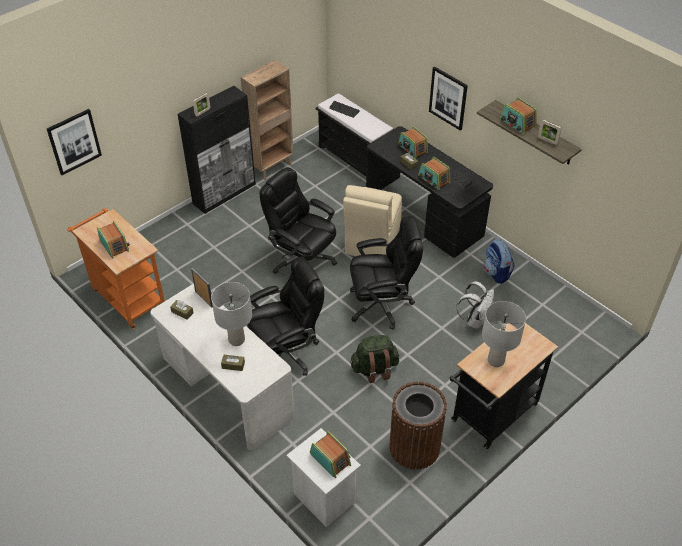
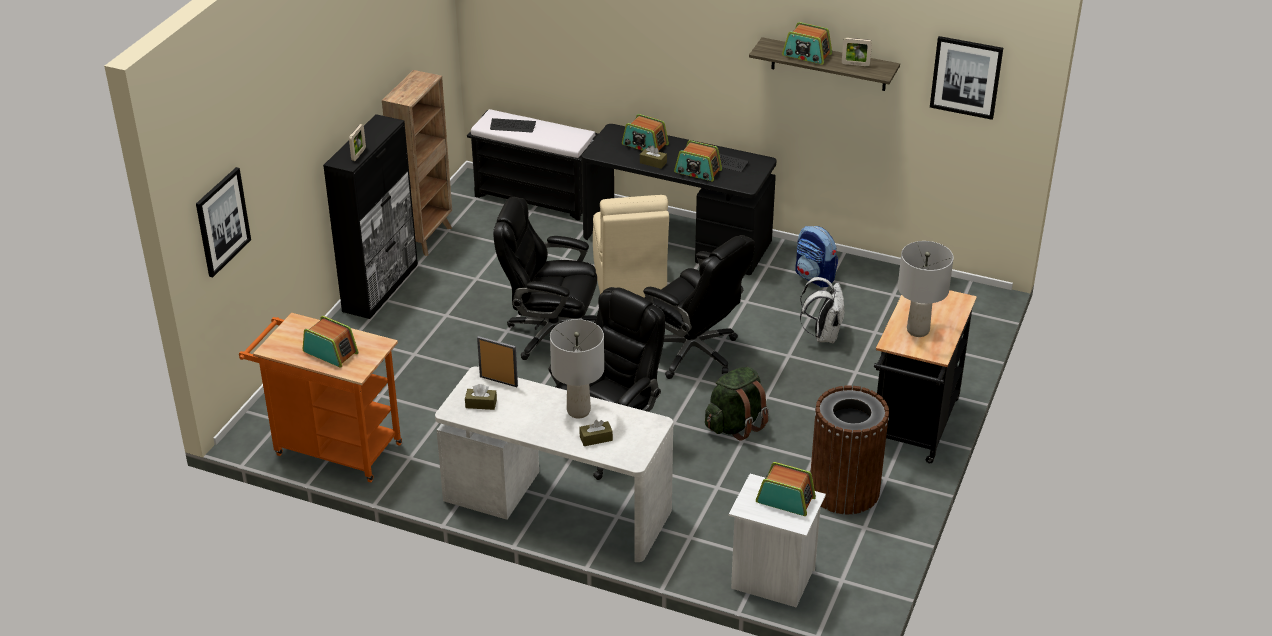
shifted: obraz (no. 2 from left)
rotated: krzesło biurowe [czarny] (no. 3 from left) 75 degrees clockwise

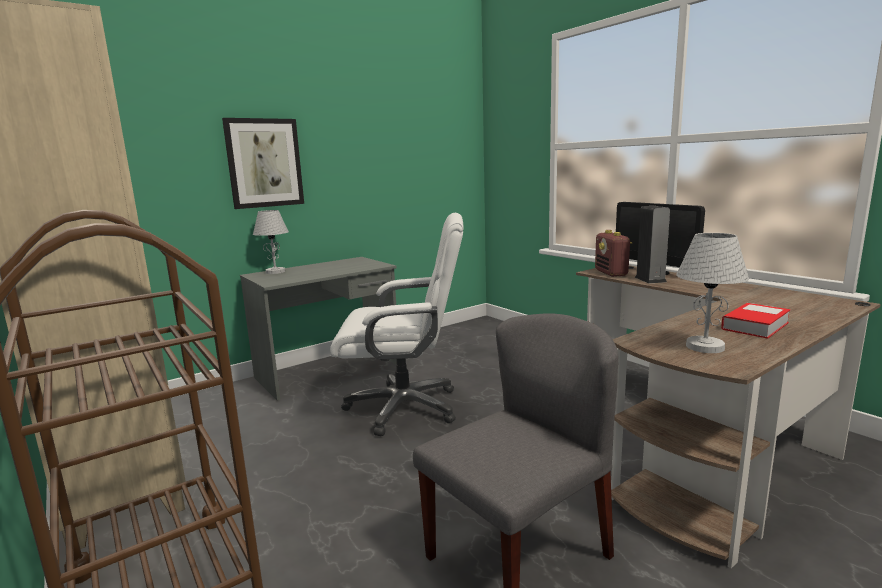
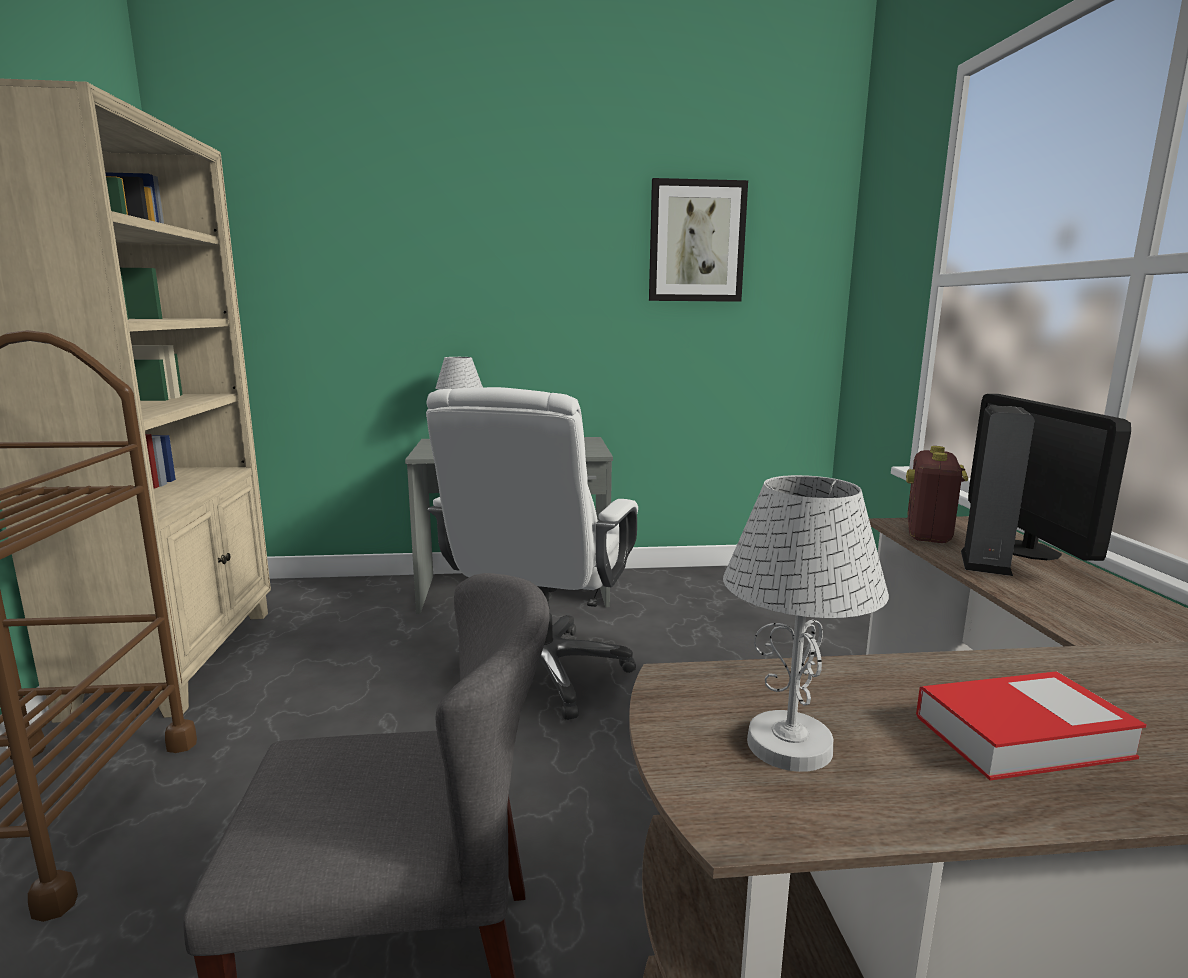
shifted: obraz
rotated: krzesło biurowe [biały] 75 degrees clockwise

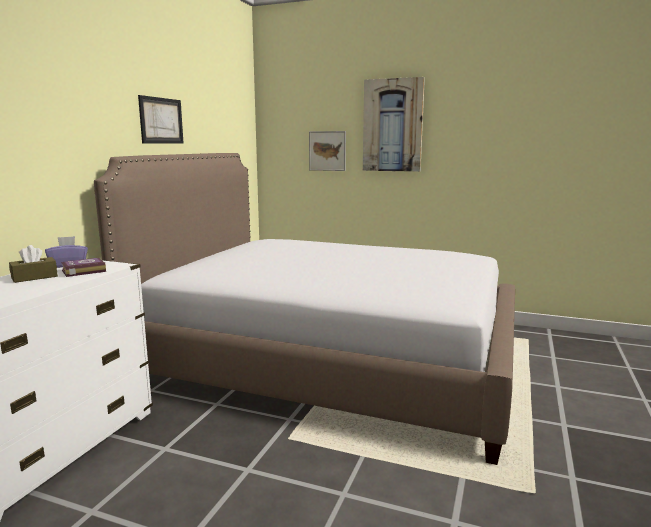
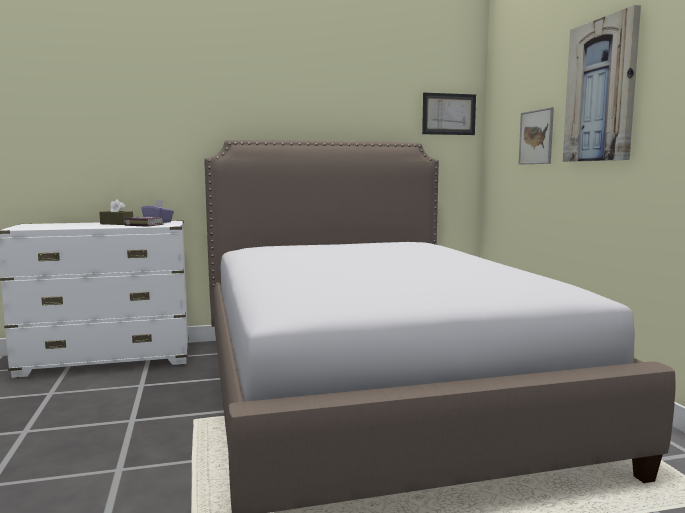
shifted: obraz (no. 1 from left)

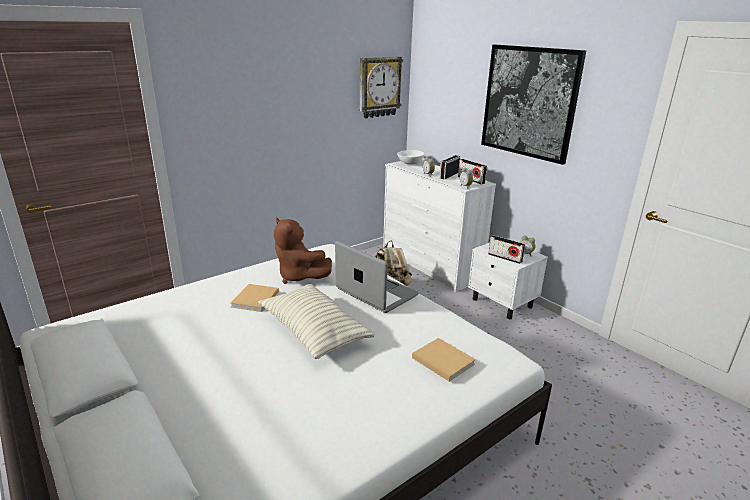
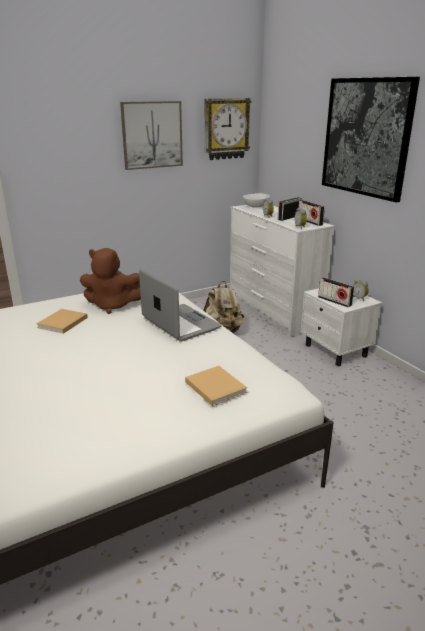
gone: poduszka
new: obraz (no. 1 from left)
rotated: pluszak [brązowy] 45 degrees counterclockwise

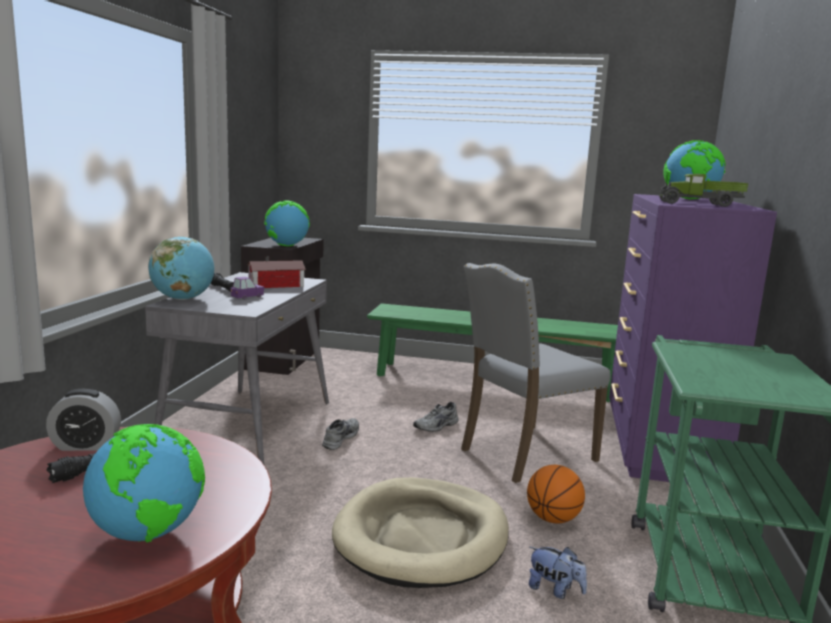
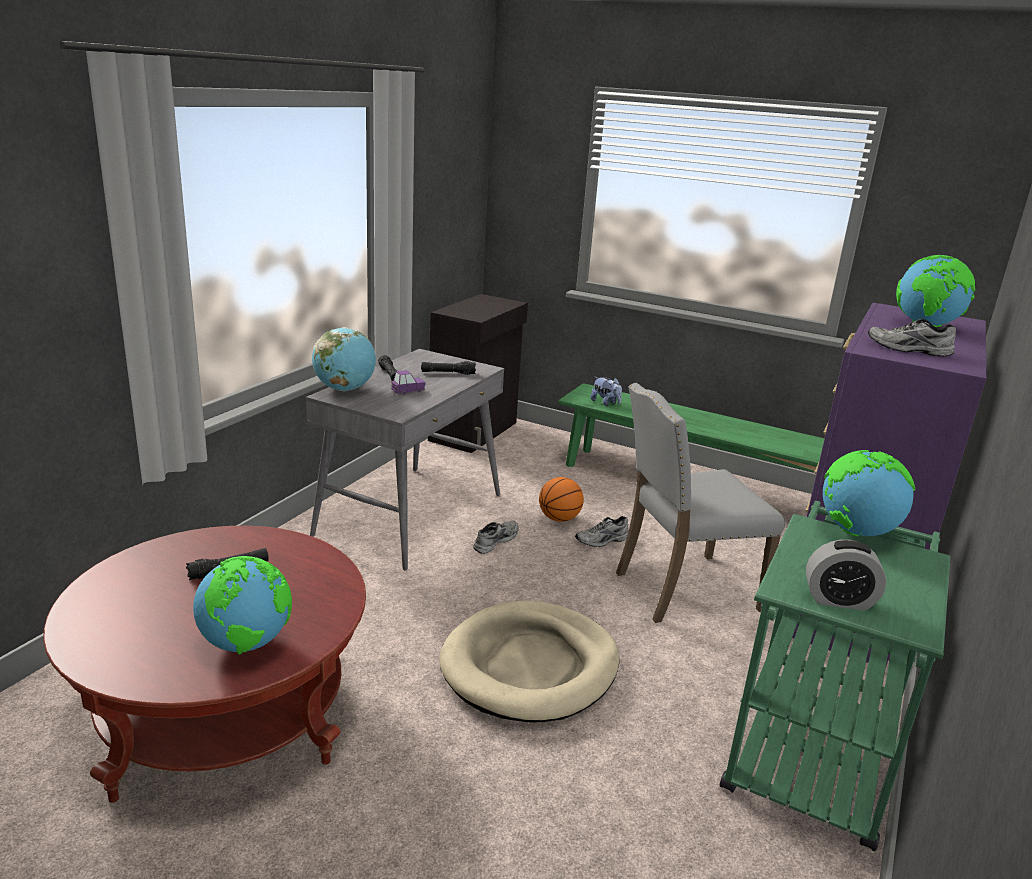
shifted: piłka do koszykówki; pluszak; budzik; globus (no. 3 from left)
swapped: domek to latarka [czarny] (no. 3 from left); ciężarówka zabawkowa to but [szary] (no. 3 from left)

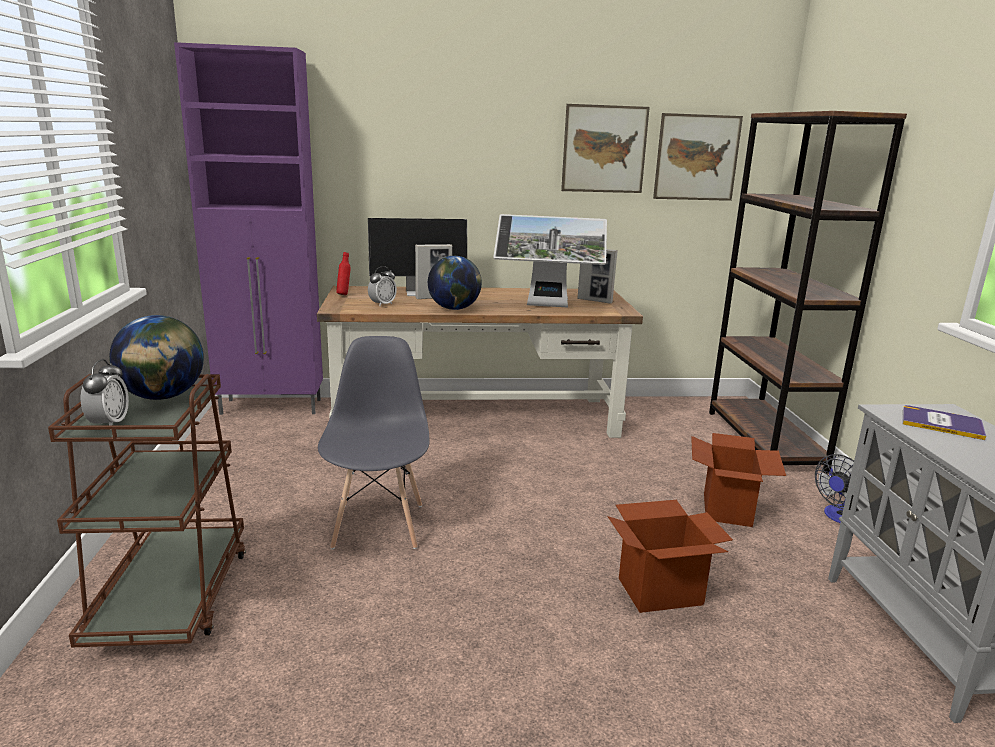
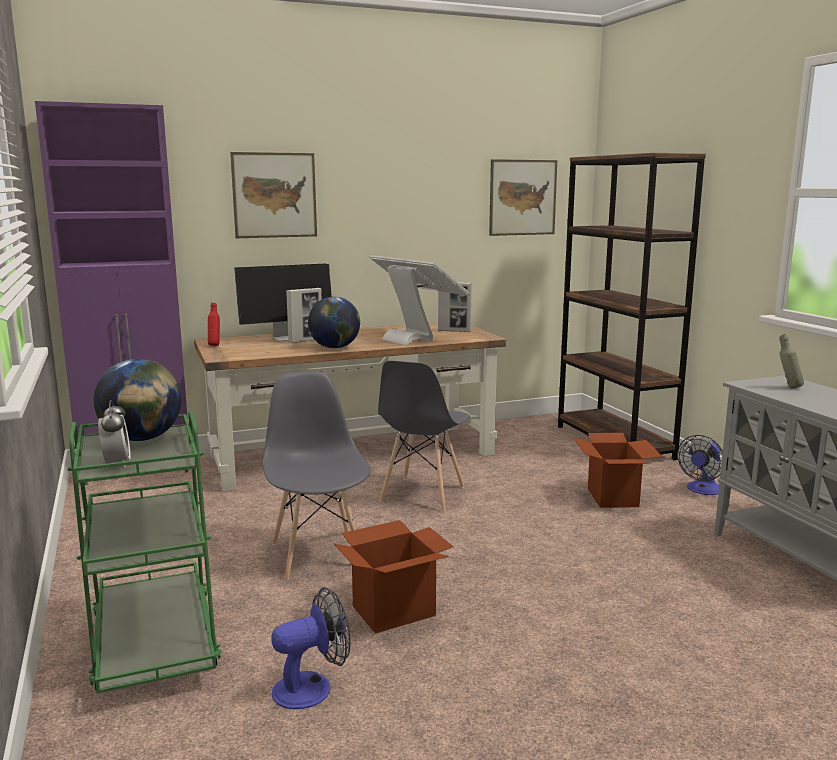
gone: budzik (no. 2 from left)
new: wentylator (no. 1 from left); krzesło [szary] (no. 2 from left)
shifted: obraz (no. 1 from left); karton (no. 1 from left)
swapped: książka to butelka [szary]
repainted: wózek [brązowy] to wózek [zielony]
rotated: monitor (no. 2 from left) 120 degrees counterclockwise

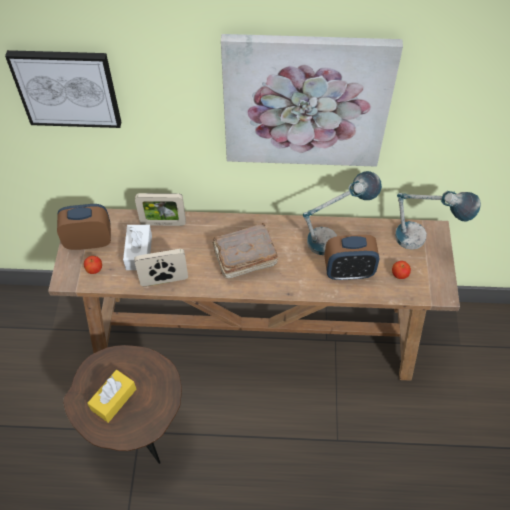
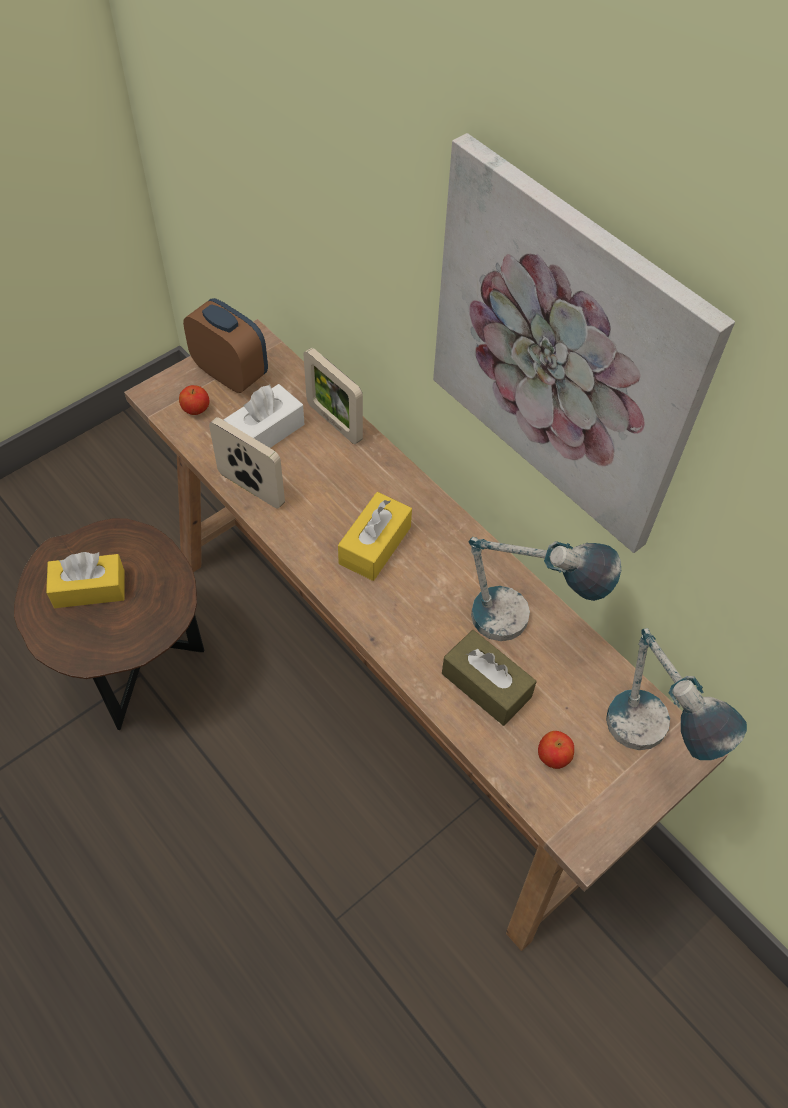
gone: obraz (no. 1 from left)
swapped: książka [brązowy] to pudełko chusteczek [żółty] (no. 2 from left); budzik (no. 2 from left) to pudełko chusteczek [brązowy]

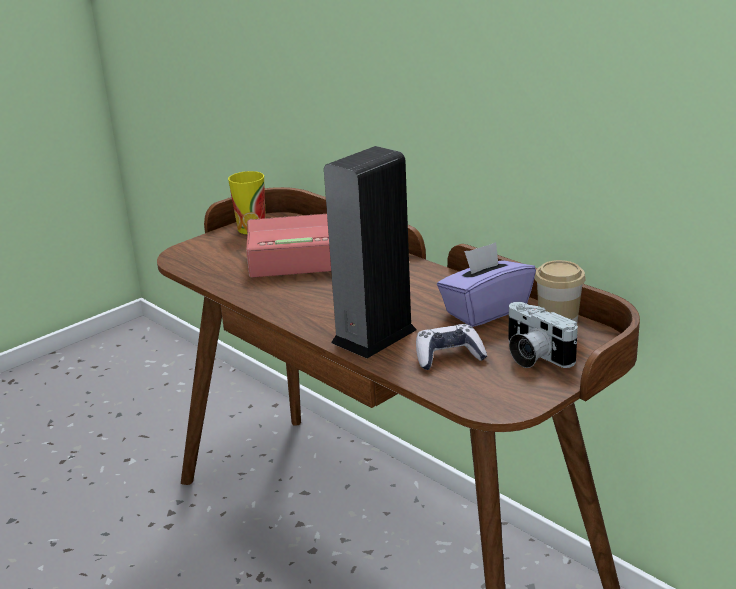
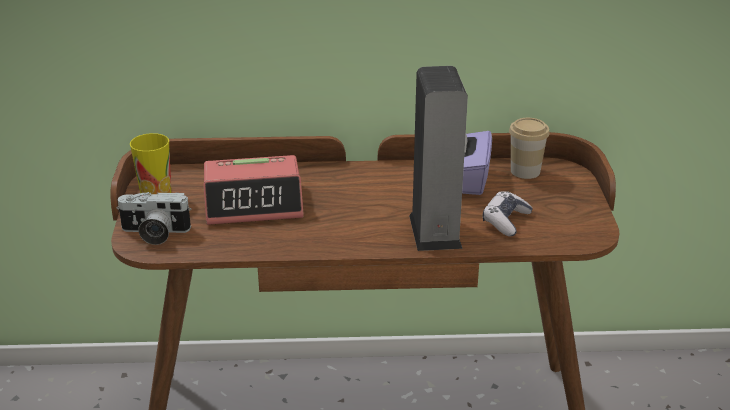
shifted: aparat fotograficzny
rotated: budzik 135 degrees counterclockwise

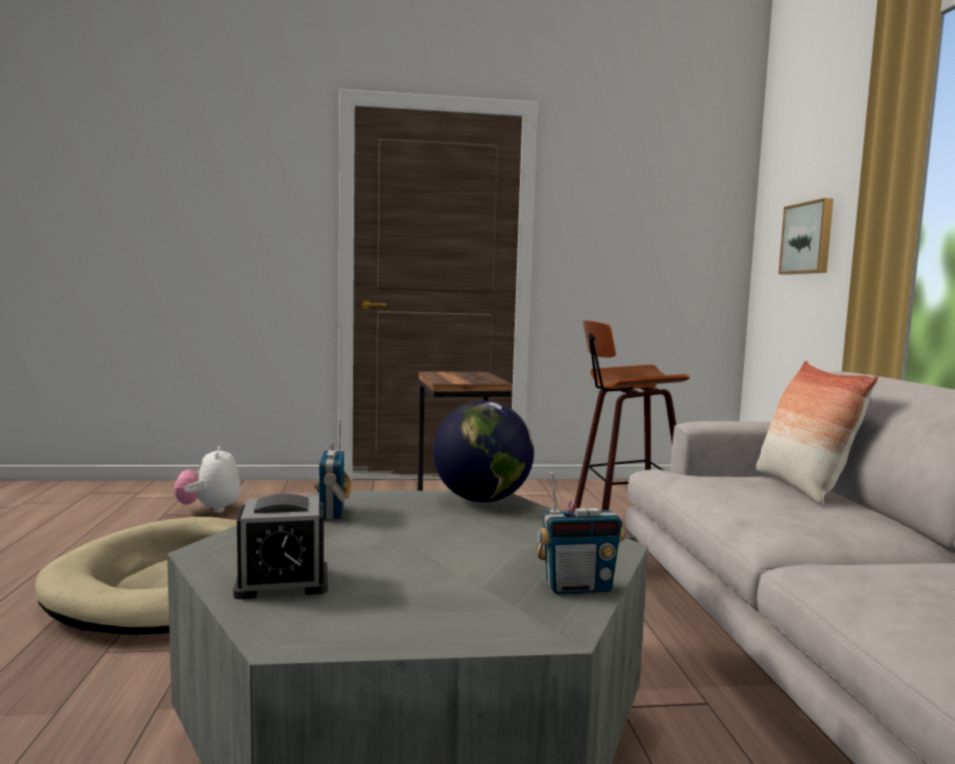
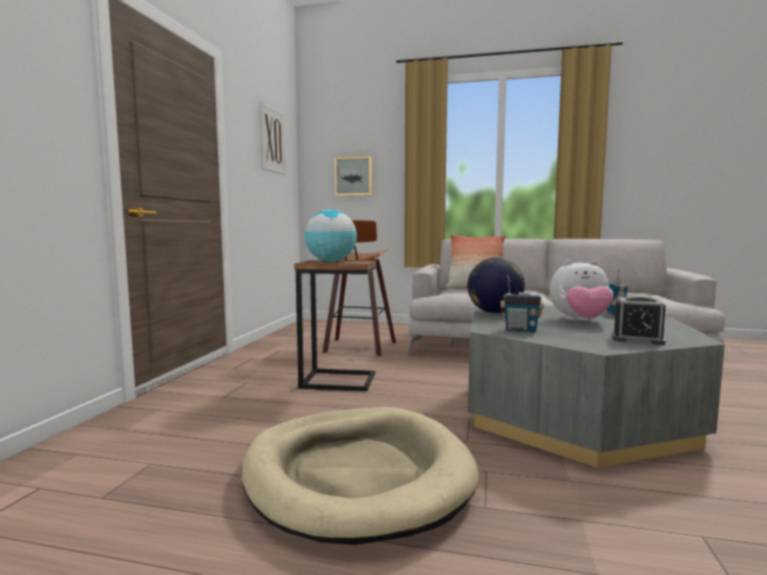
new: obraz (no. 1 from left); globus (no. 1 from left)
shifted: pluszak
rotated: budzik 105 degrees clockwise

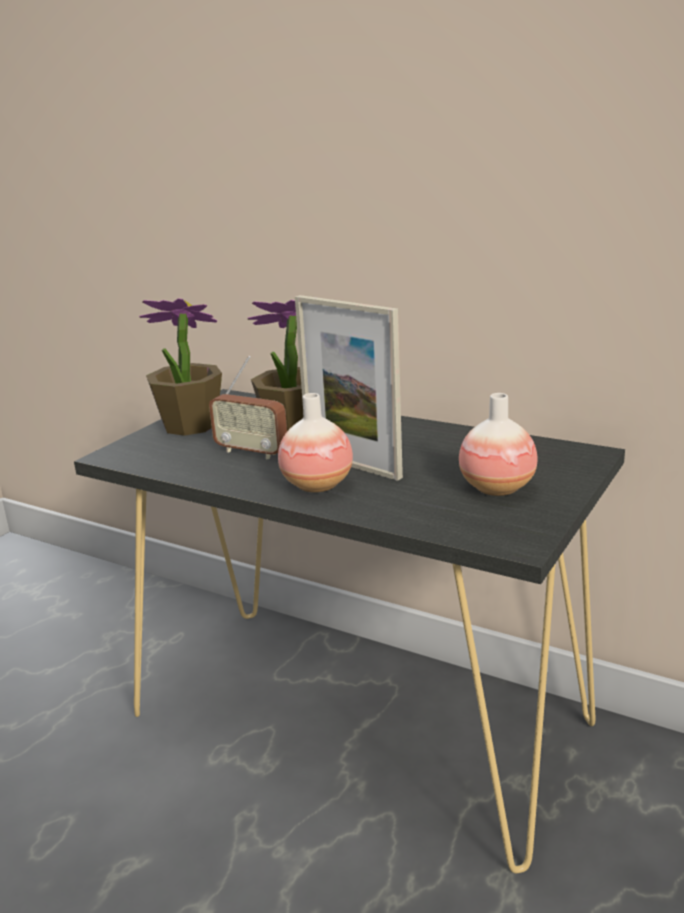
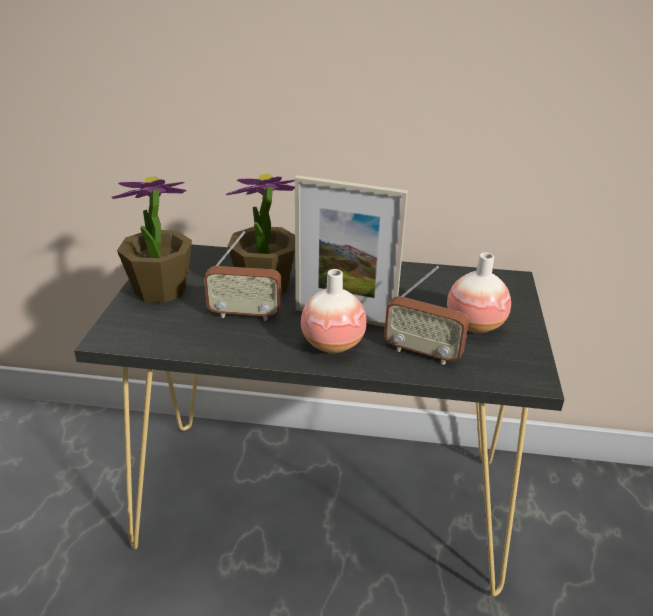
new: radio (no. 2 from left)

